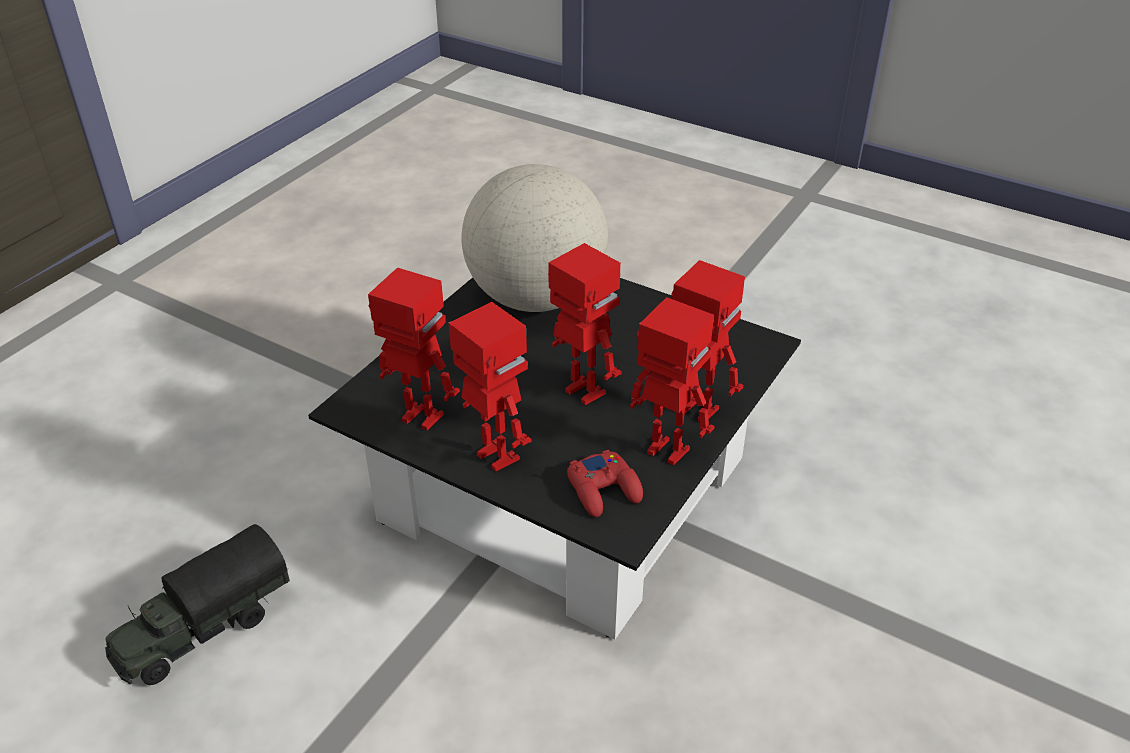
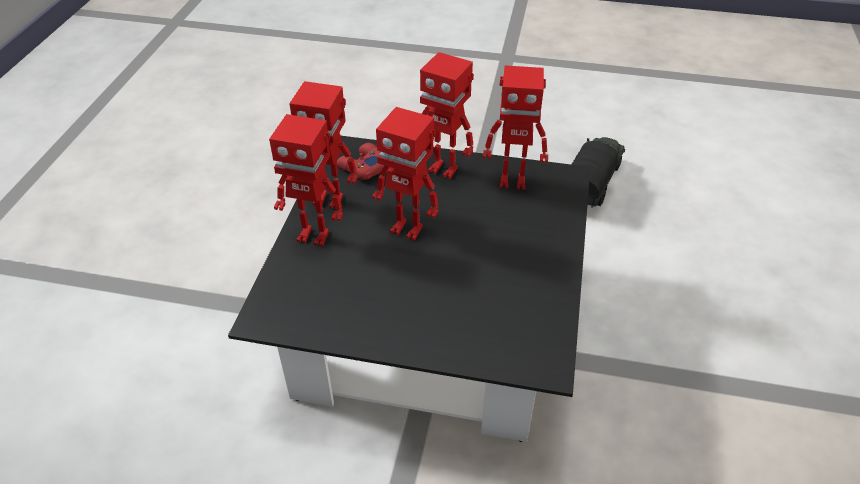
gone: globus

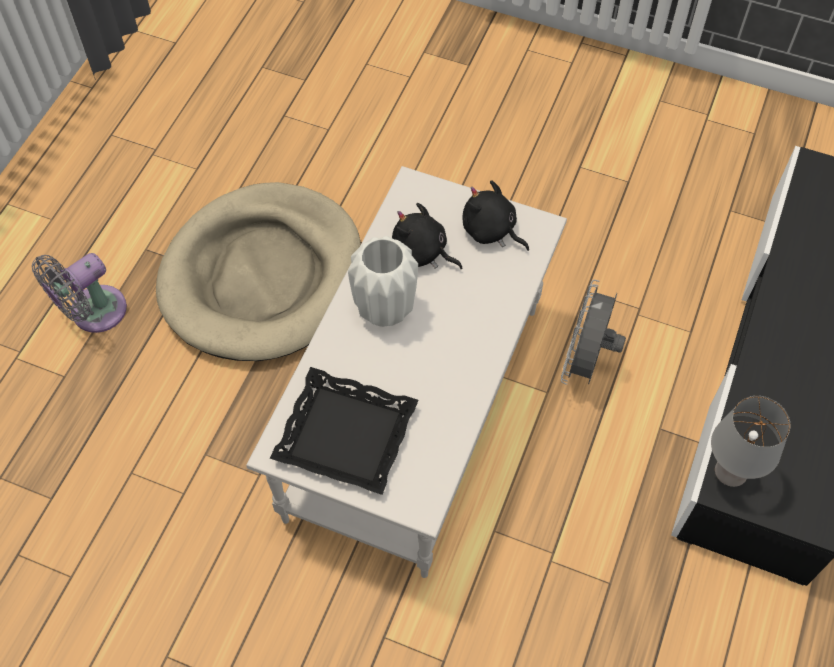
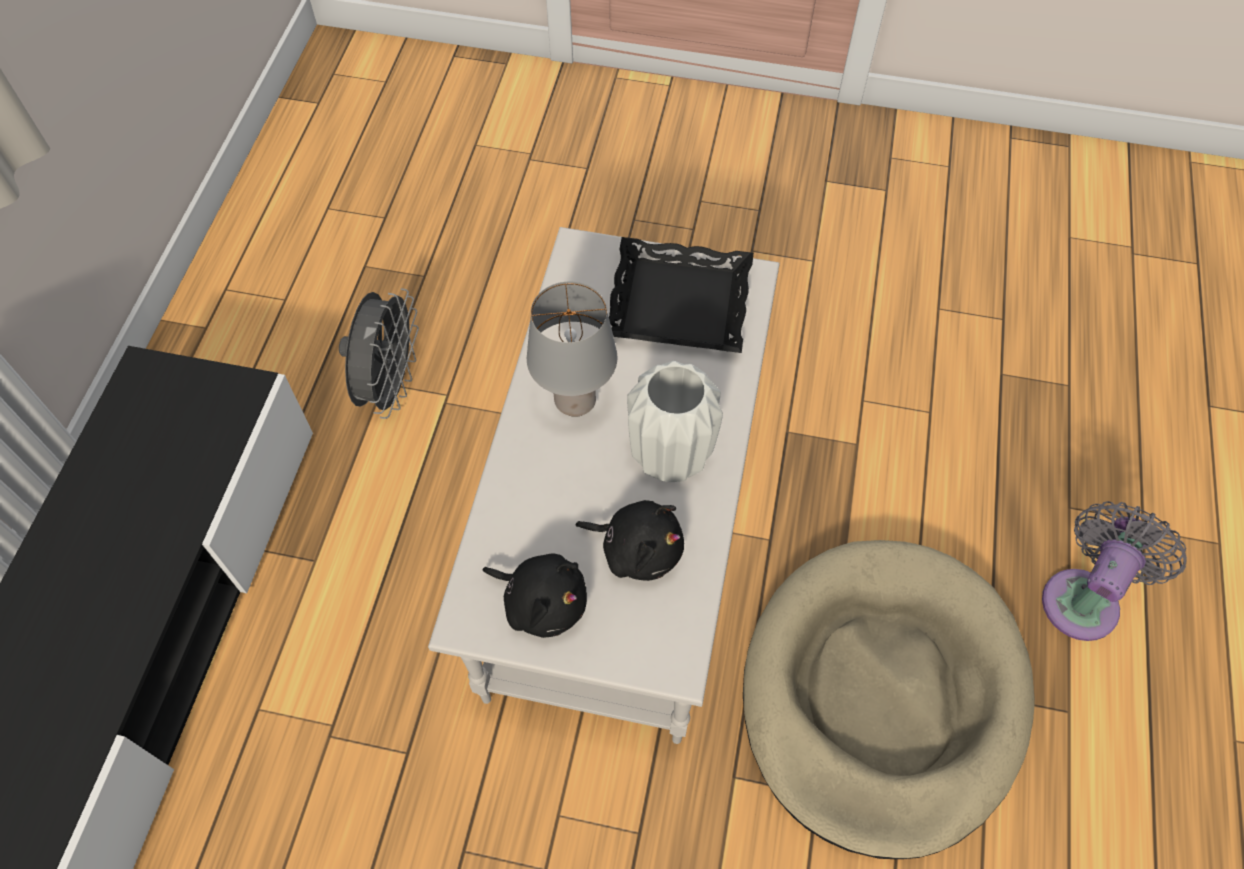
shifted: wentylator [szary] (no. 2 from left in the first image) to wentylator [szary] (no. 1 from left); lampa stołowa [szary]

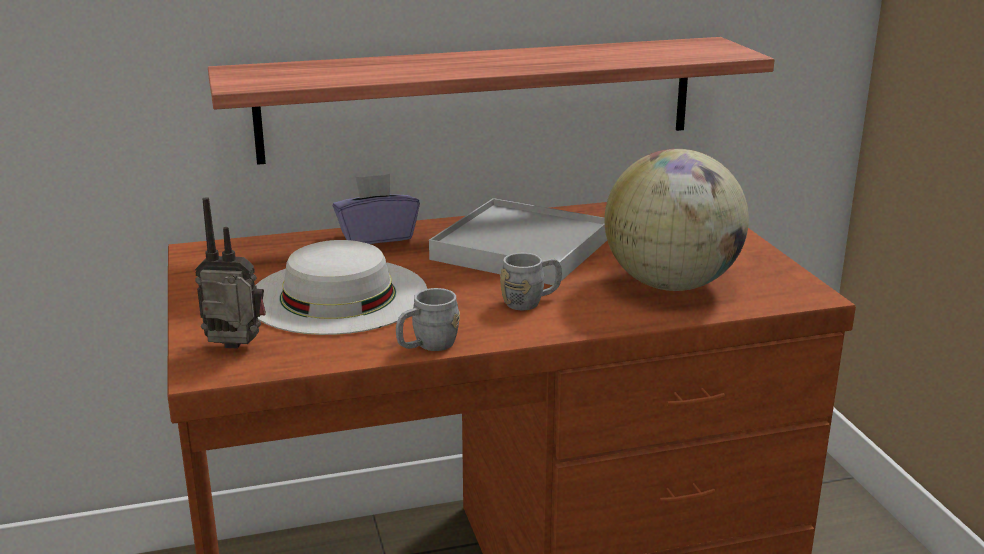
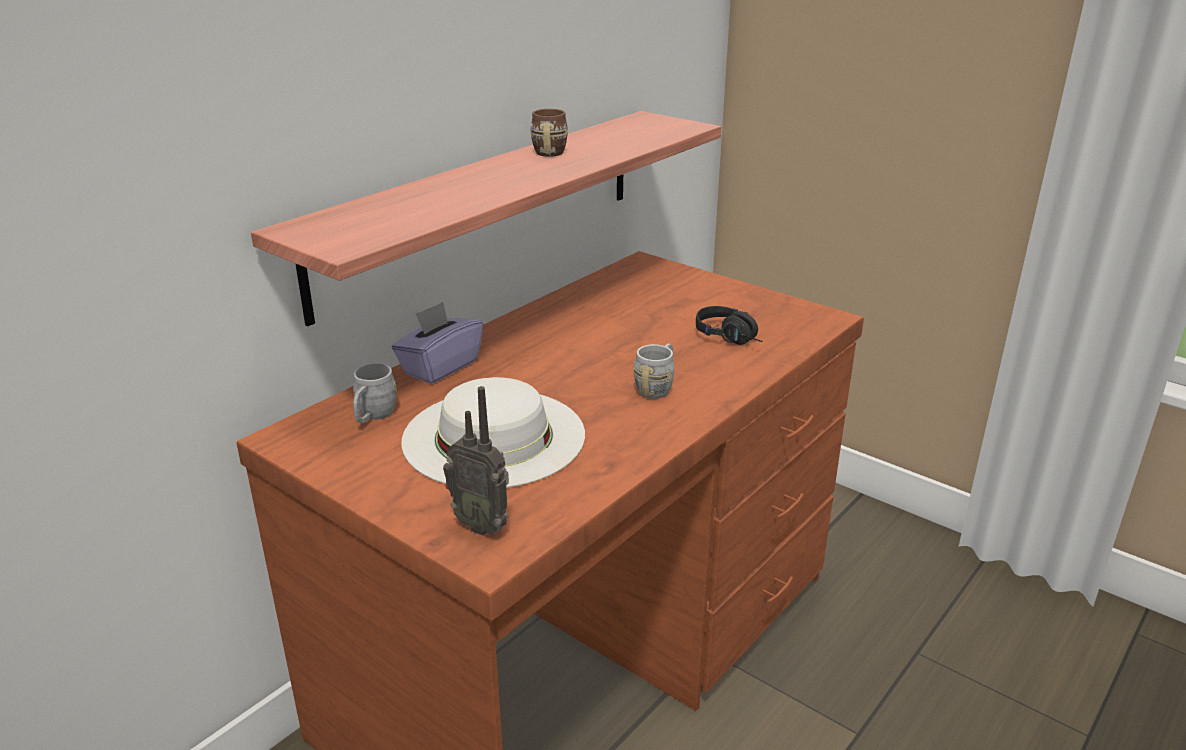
gone: taca [biały]
new: kubek [brązowy]
shifted: kubek [szary] (no. 1 from left)
swapped: globus to słuchawki [czarny]
rotated: radio 120 degrees counterclockwise

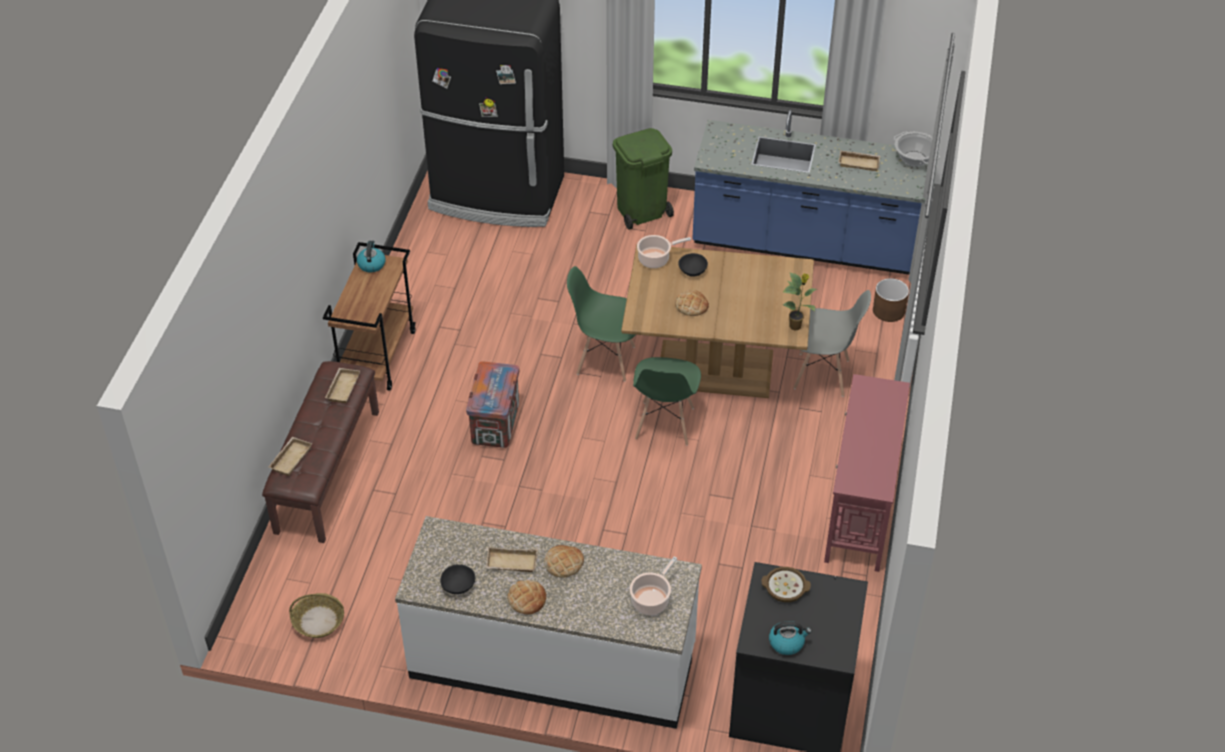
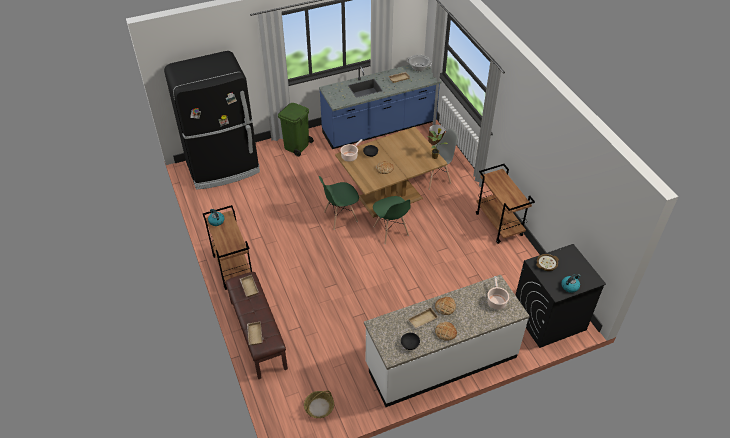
gone: skrzynka
swapped: stolik konsolowy [czerwony] to wózek [brązowy] (no. 2 from left)

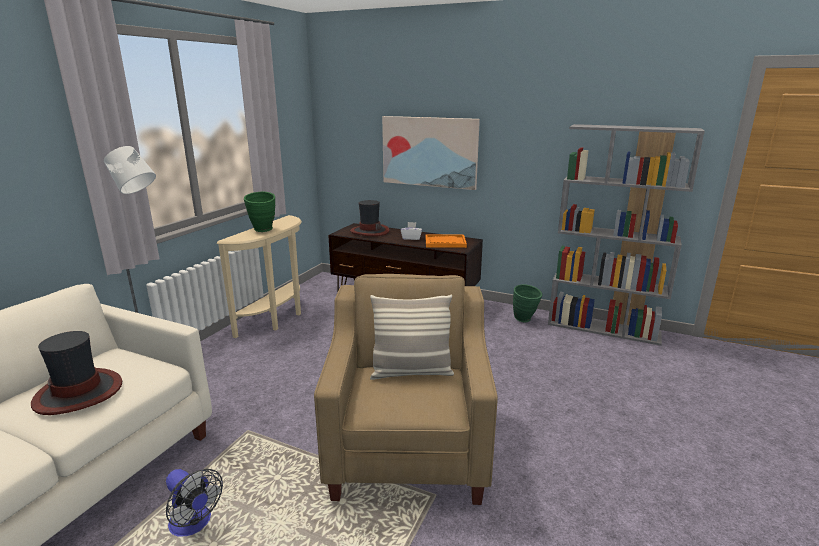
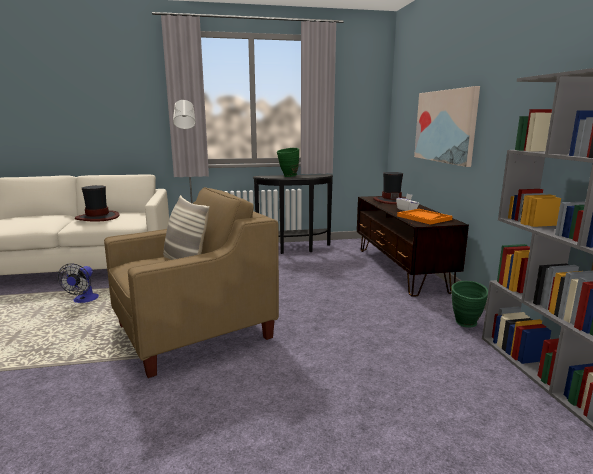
repainted: stolik konsolowy [beżowy] to stolik konsolowy [czarny]

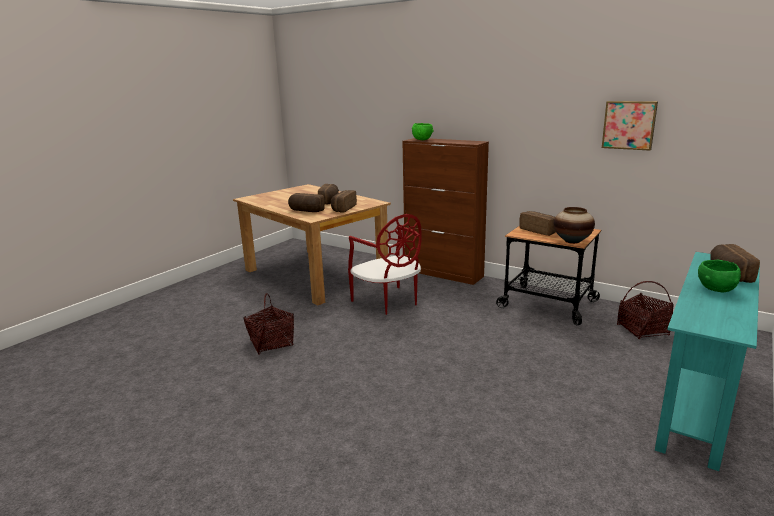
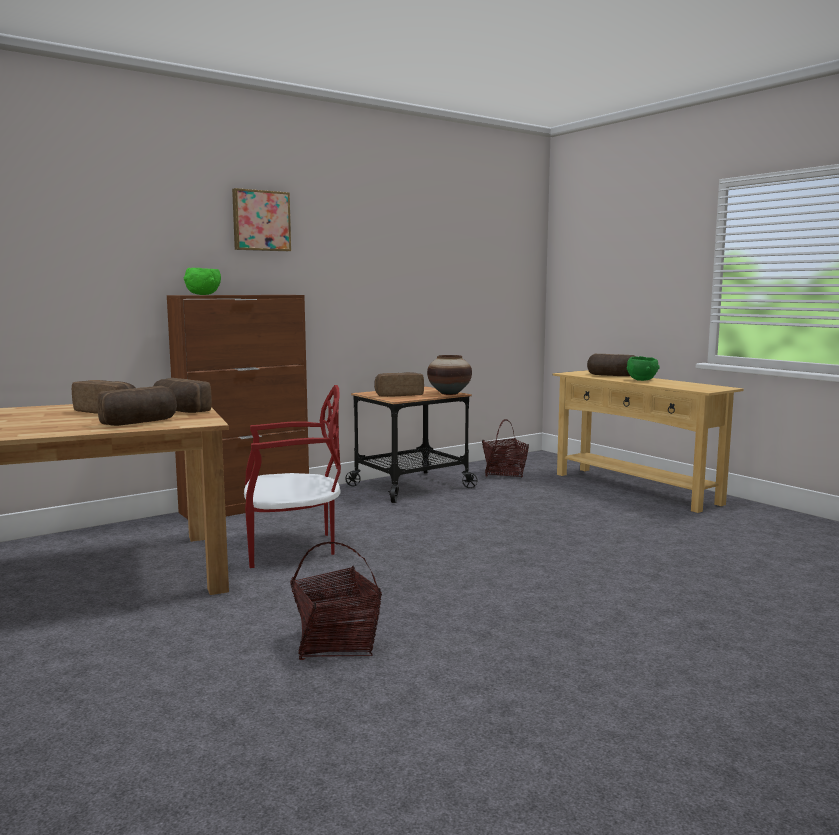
shifted: obraz
repainted: stolik konsolowy [turkusowy] to stolik konsolowy [beżowy]

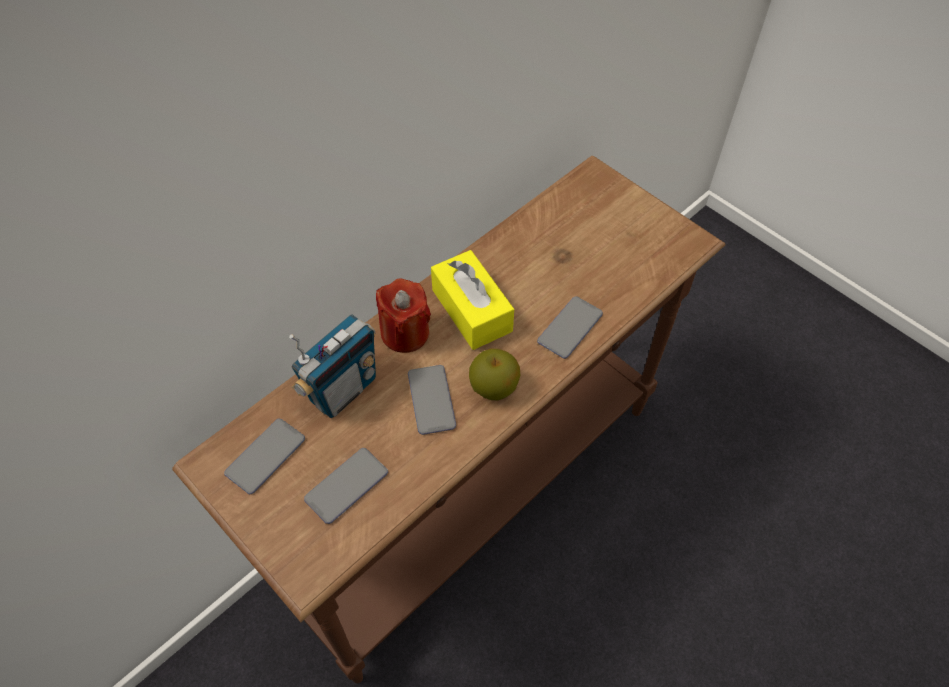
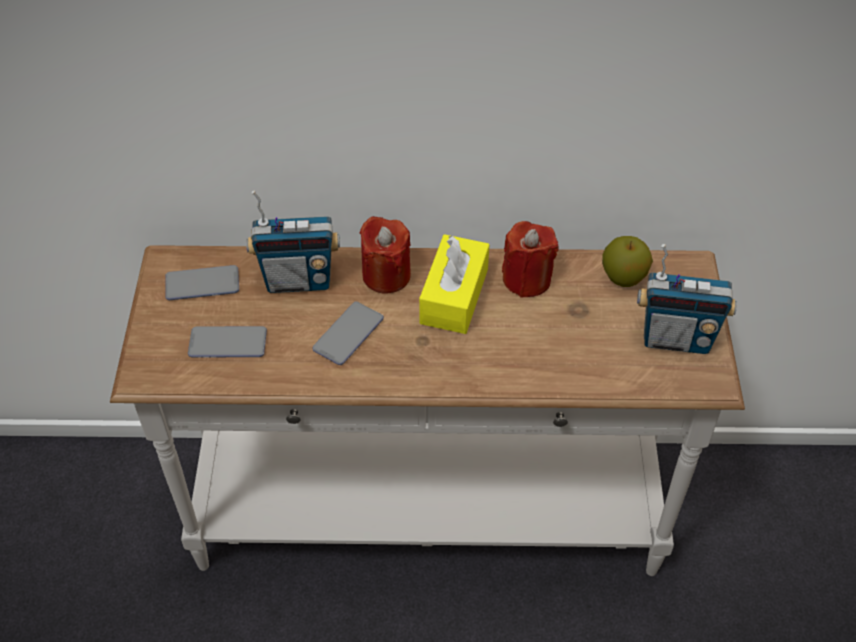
gone: telefon (no. 4 from left)
new: świeca [czerwony] (no. 2 from left); radio (no. 2 from left)
shifted: jabłko
repainted: stolik konsolowy [brązowy] to stolik konsolowy [biały]

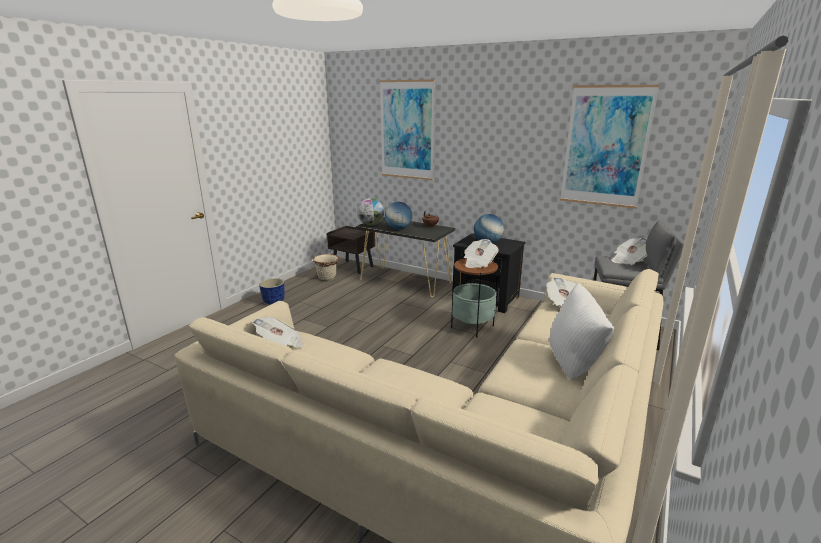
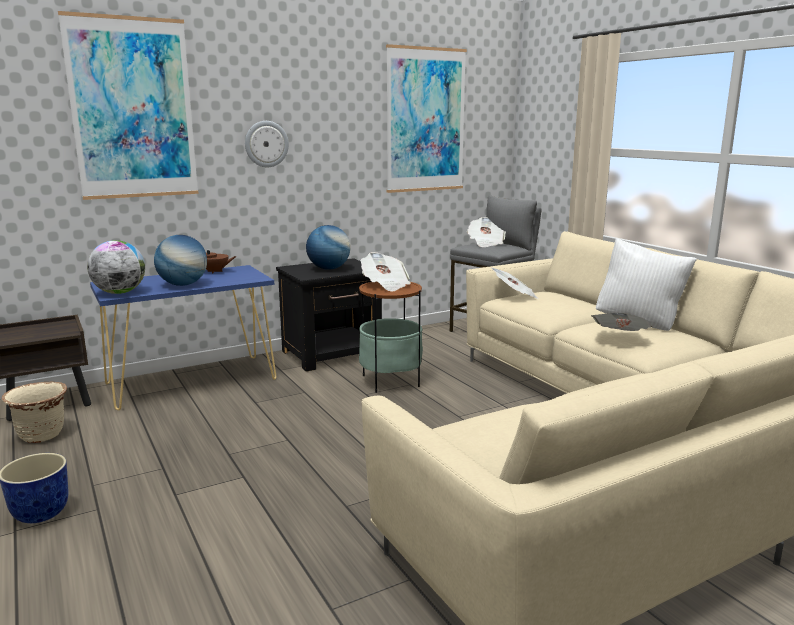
new: zegar ścienny
shifted: gazeta (no. 1 from left in the first image) to gazeta (no. 4 from left)
repainted: stolik konsolowy [czarny] to stolik konsolowy [niebieski]

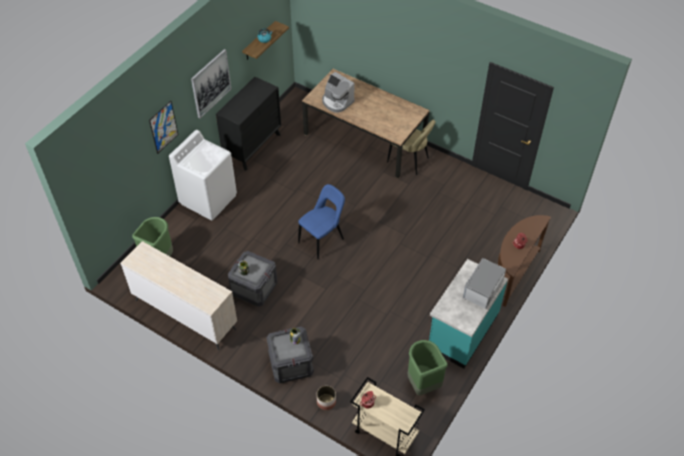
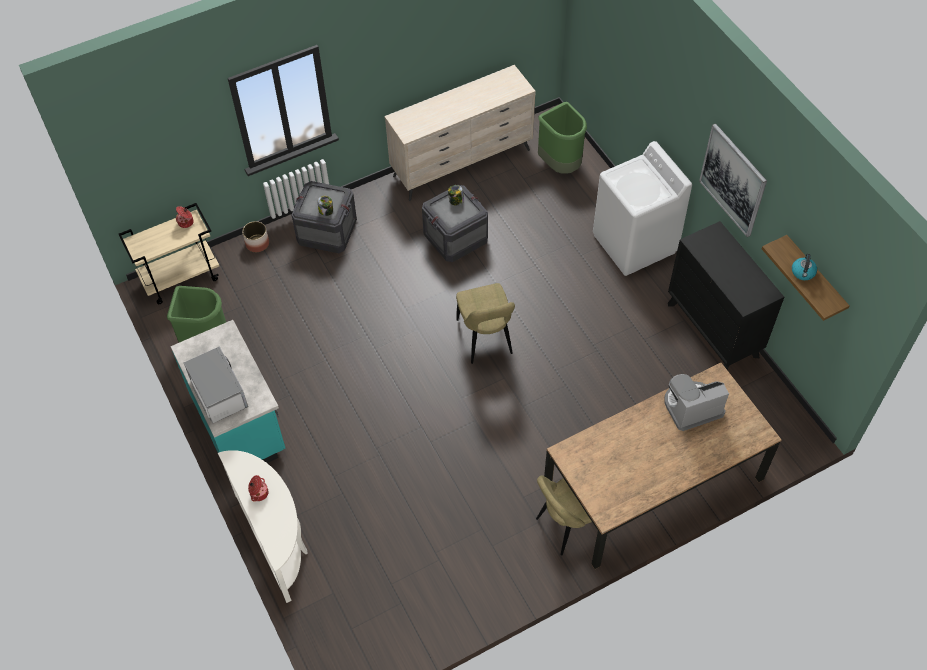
gone: obraz (no. 1 from left)
repainted: stolik konsolowy [brązowy] to stolik konsolowy [biały]; krzesło [niebieski] to krzesło [beżowy] (no. 1 from left)

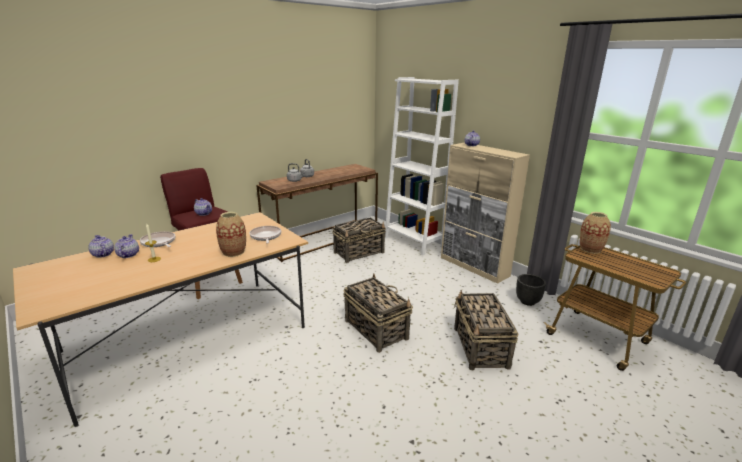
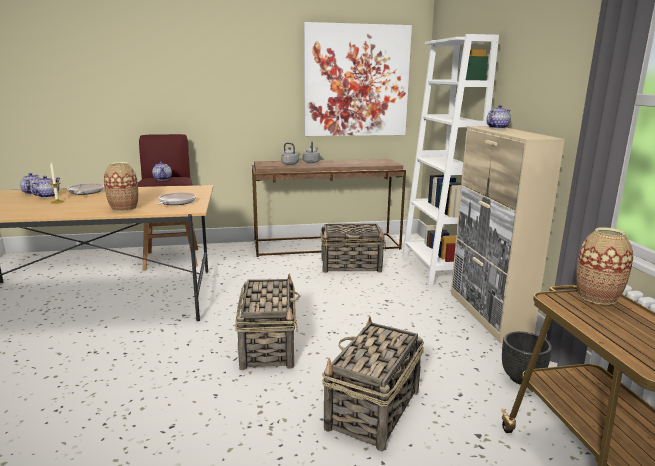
new: obraz

